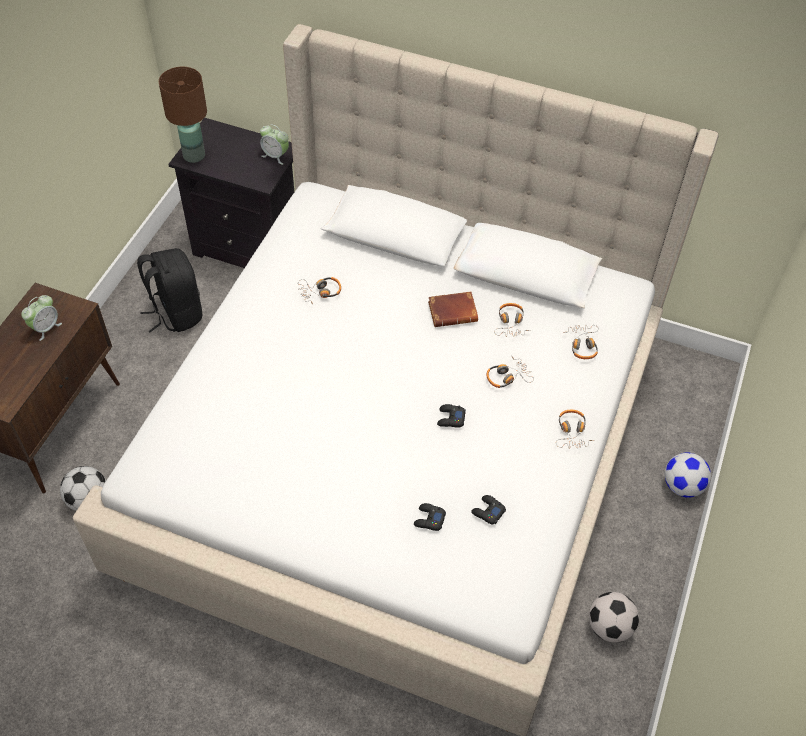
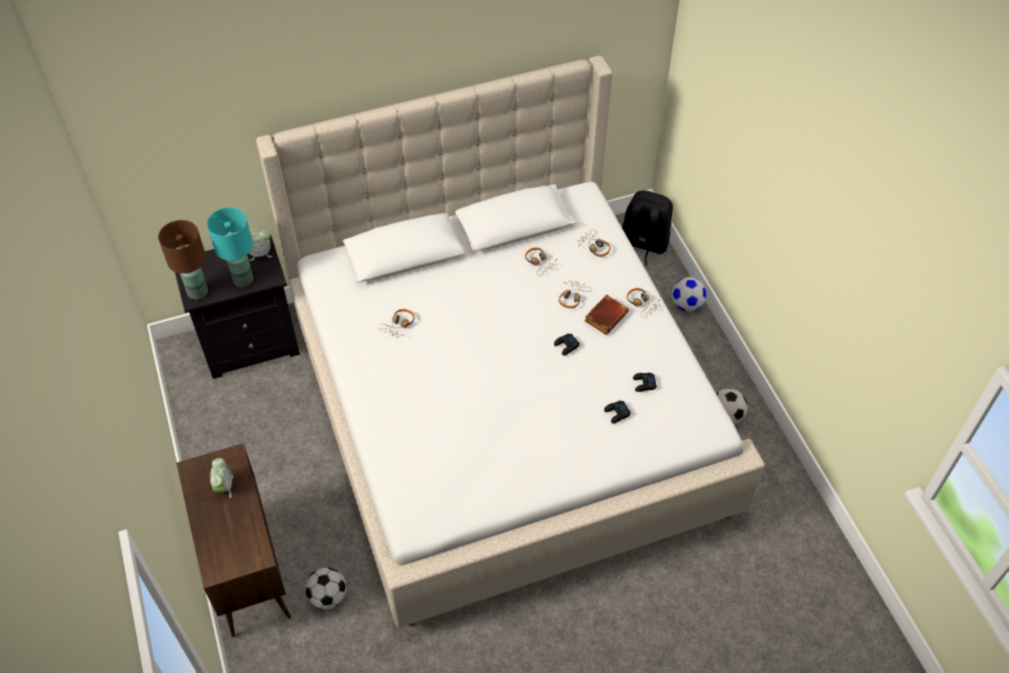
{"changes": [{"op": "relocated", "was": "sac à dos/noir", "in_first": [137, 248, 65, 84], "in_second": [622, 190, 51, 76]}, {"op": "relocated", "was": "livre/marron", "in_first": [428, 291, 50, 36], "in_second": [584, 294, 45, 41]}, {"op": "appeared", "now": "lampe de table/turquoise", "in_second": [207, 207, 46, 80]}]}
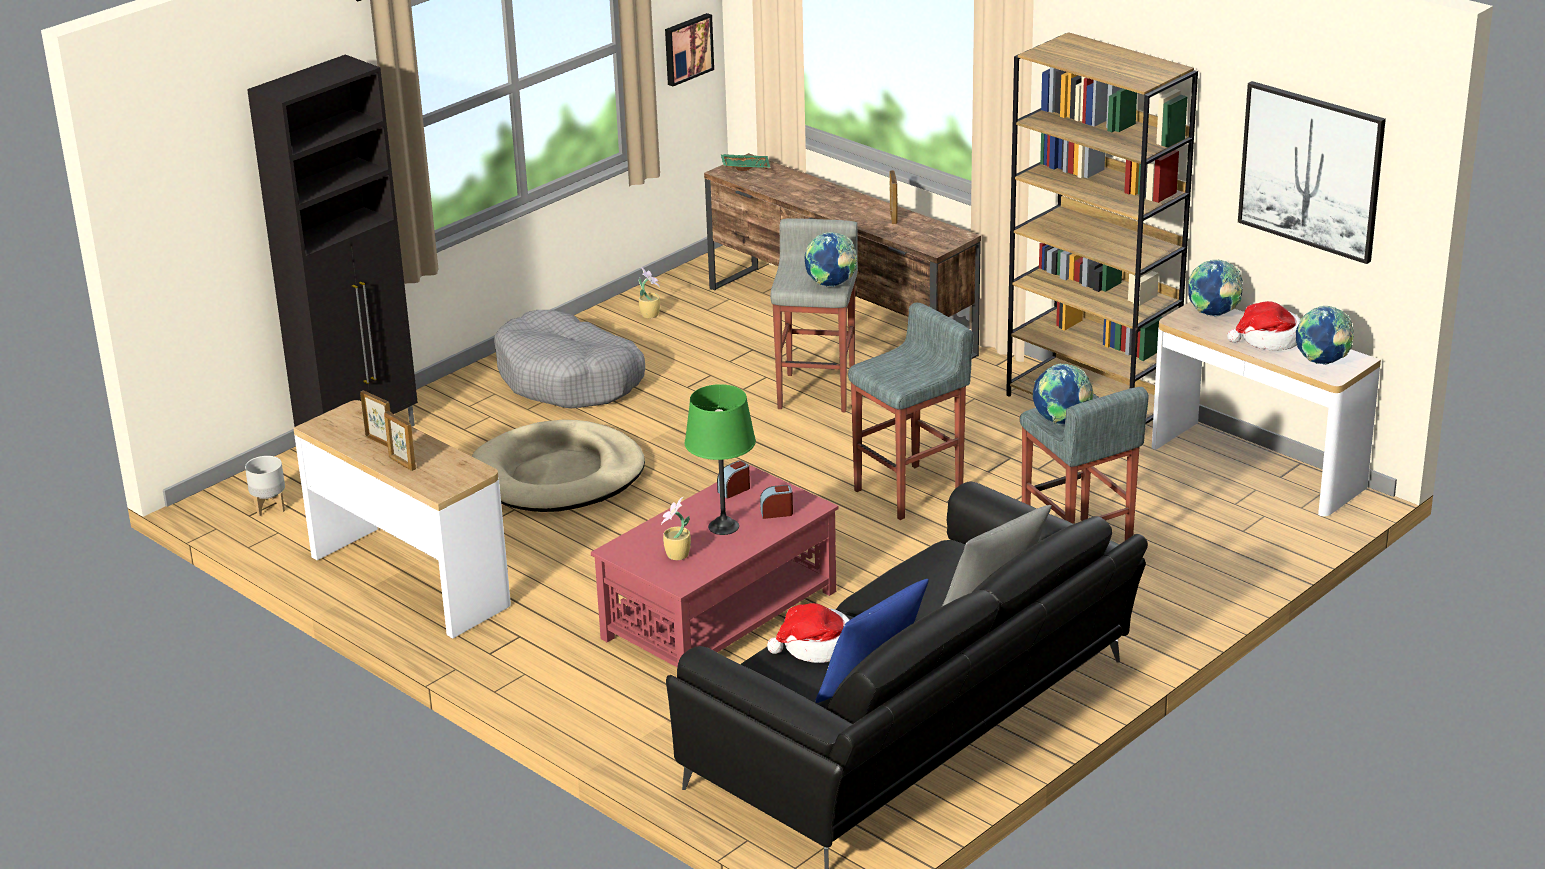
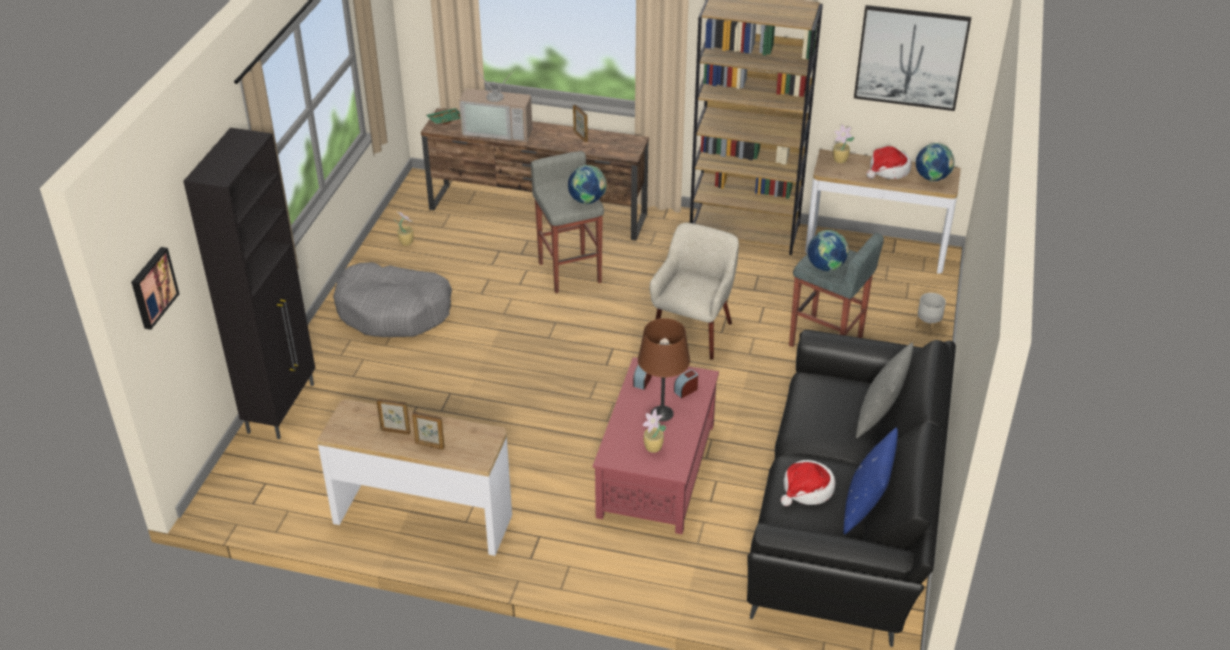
{"changes": [{"op": "relocated", "was": "tableau", "in_first": [665, 13, 49, 73], "in_second": [131, 247, 48, 83]}, {"op": "exchanged", "was": "globe", "now": "plante en pot", "in_first": [1189, 260, 54, 57], "in_second": [833, 124, 22, 39]}, {"op": "exchanged", "was": "tabouret/gris", "now": "fauteuil/beige", "in_first": [848, 302, 126, 218], "in_second": [650, 223, 89, 137]}, {"op": "colour", "was": "lampe de table/vert", "now": "lampe de table/marron", "in_first": [685, 384, 71, 151], "in_second": [638, 318, 52, 103]}, {"op": "missing", "was": "panier pour chien/beige", "in_first": [472, 420, 173, 92]}, {"op": "relocated", "was": "cache-pot/gris", "in_first": [245, 456, 40, 60], "in_second": [916, 293, 30, 42]}, {"op": "appeared", "now": "téléviseur", "in_second": [459, 66, 74, 76]}]}
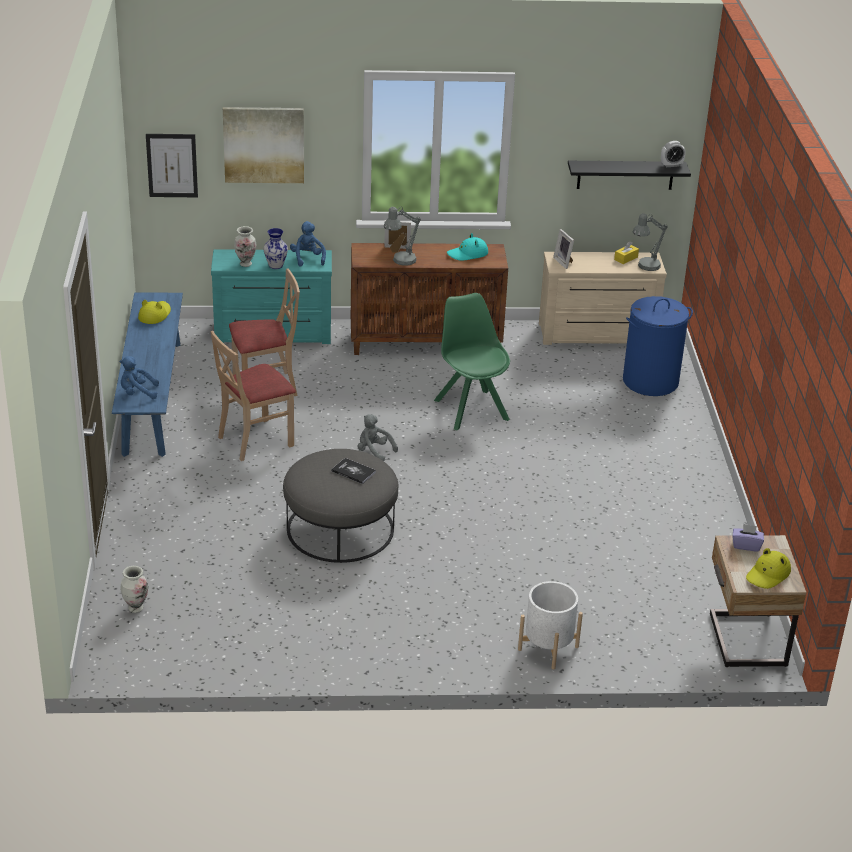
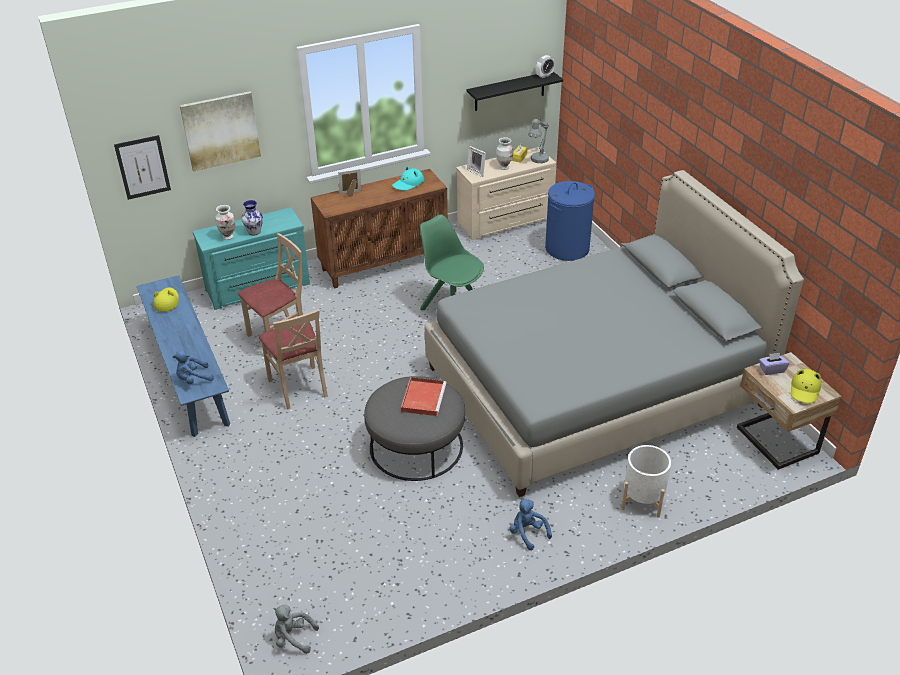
{"changes": [{"op": "missing", "was": "lampe de table/gris", "in_first": [384, 207, 37, 59]}, {"op": "relocated", "was": "peluche/bleu", "in_first": [290, 221, 36, 46], "in_second": [509, 498, 43, 53]}, {"op": "spun", "was": "chaise/beige", "in_first": [210, 331, 86, 130], "in_second": [259, 309, 69, 100], "clockwise": -60}, {"op": "relocated", "was": "peluche/gris", "in_first": [357, 414, 41, 47], "in_second": [274, 605, 45, 49]}, {"op": "exchanged", "was": "livre", "now": "plateau/rouge", "in_first": [331, 458, 45, 26], "in_second": [401, 377, 46, 39]}, {"op": "relocated", "was": "vase", "in_first": [120, 566, 28, 47], "in_second": [496, 137, 18, 33]}, {"op": "appeared", "now": "lit/gris", "in_second": [425, 170, 379, 327]}]}
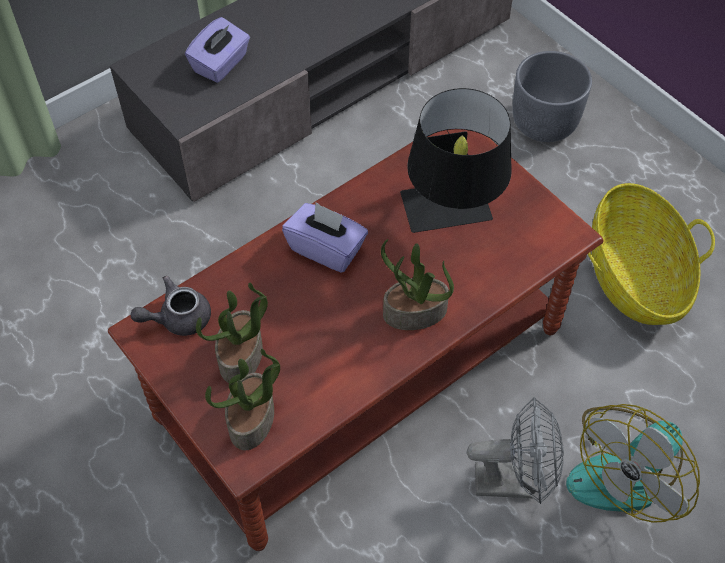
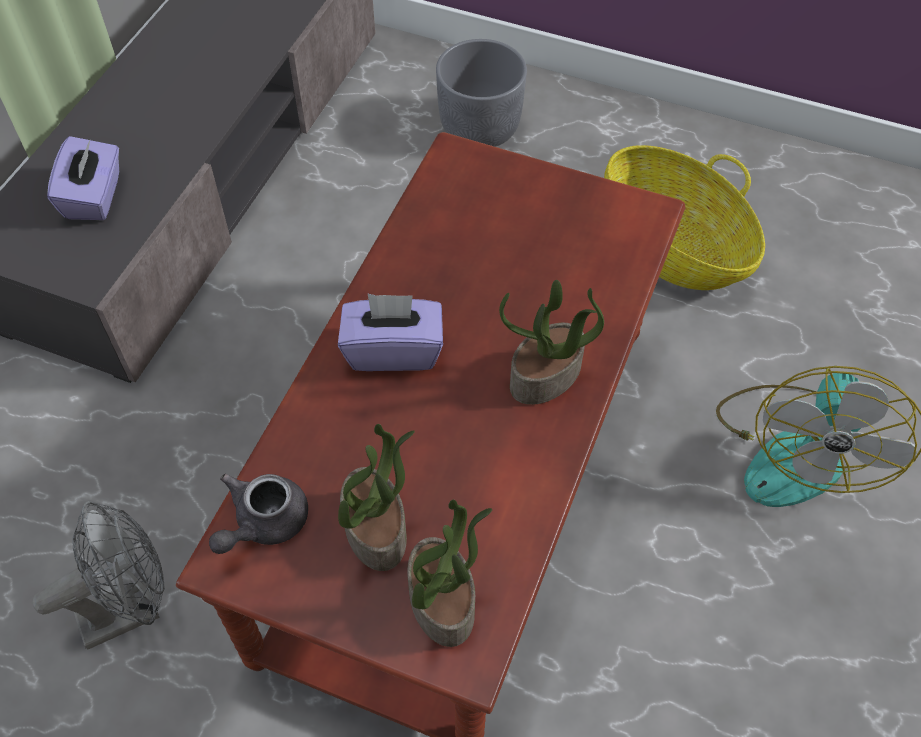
{"changes": [{"op": "missing", "was": "lampe de table/noir", "in_first": [400, 88, 112, 145]}, {"op": "relocated", "was": "ventilateur/gris", "in_first": [467, 397, 97, 107], "in_second": [33, 501, 132, 148]}]}
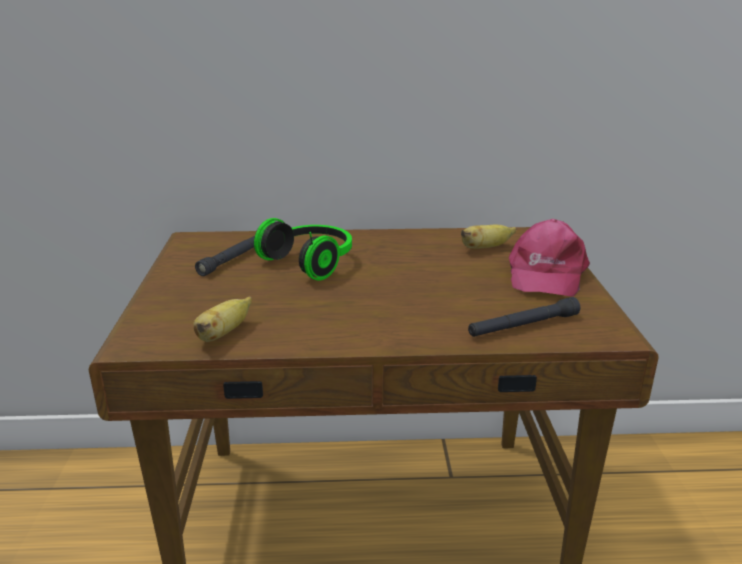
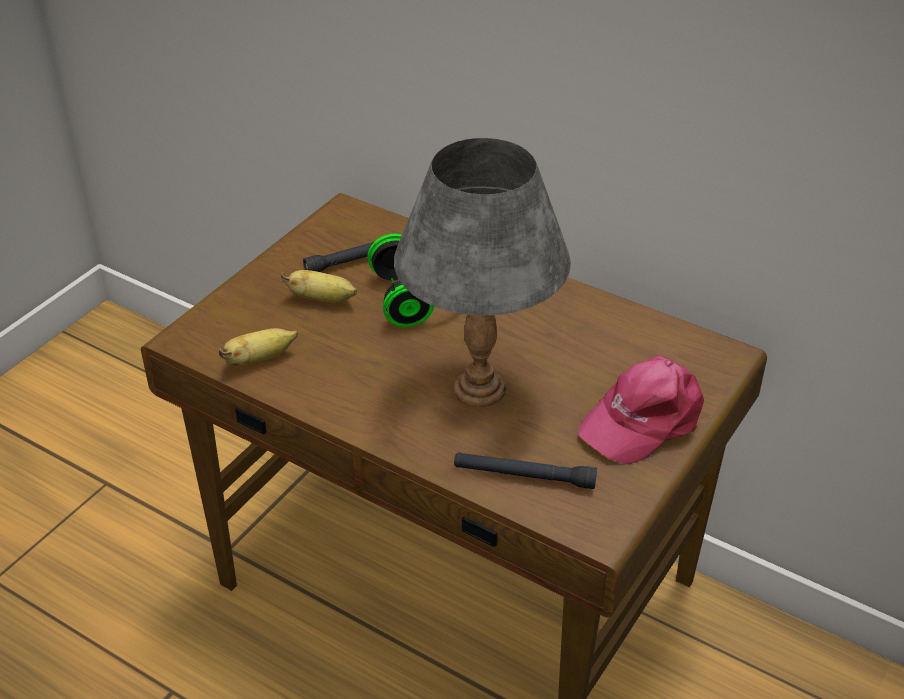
{"changes": [{"op": "relocated", "was": "banane", "in_first": [461, 225, 56, 24], "in_second": [281, 270, 76, 33]}, {"op": "appeared", "now": "lampe de table/gris", "in_second": [394, 138, 177, 269]}]}
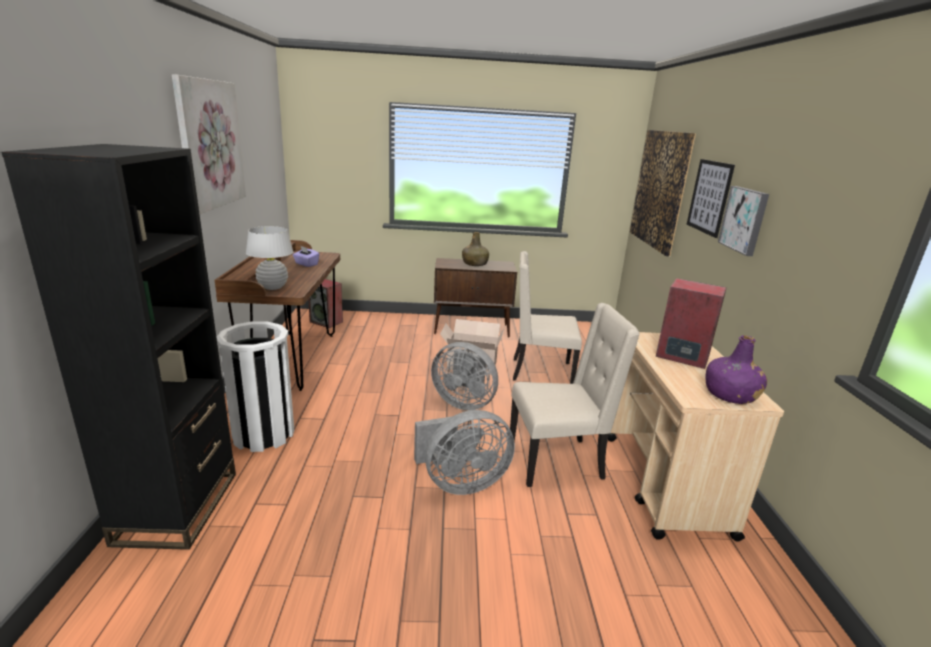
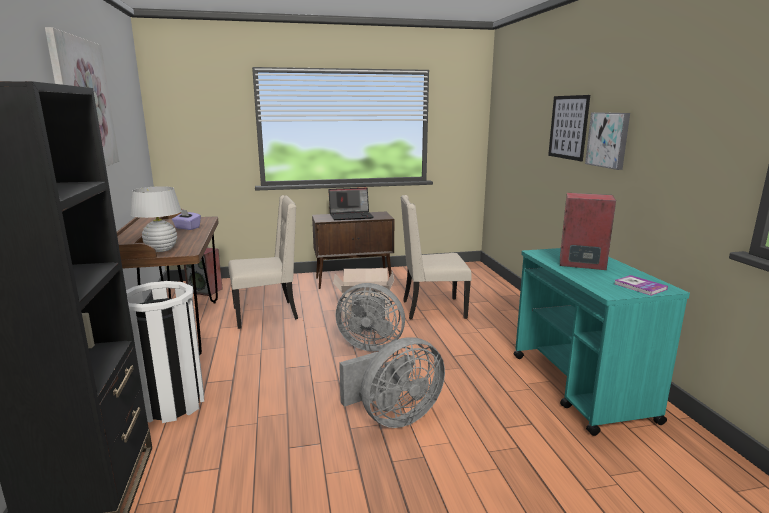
{"changes": [{"op": "missing", "was": "tableau", "in_first": [630, 130, 66, 126]}, {"op": "exchanged", "was": "bouteille/vert", "now": "ordinateur portable", "in_first": [462, 232, 27, 34], "in_second": [328, 188, 46, 32]}, {"op": "relocated", "was": "chaise/beige", "in_first": [510, 303, 130, 184], "in_second": [228, 195, 70, 134]}, {"op": "colour", "was": "chariot/beige", "now": "chariot/turquoise", "in_first": [608, 332, 176, 210], "in_second": [513, 248, 177, 188]}, {"op": "exchanged", "was": "bouteille/violet", "now": "livre", "in_first": [705, 335, 62, 69], "in_second": [615, 275, 53, 21]}]}
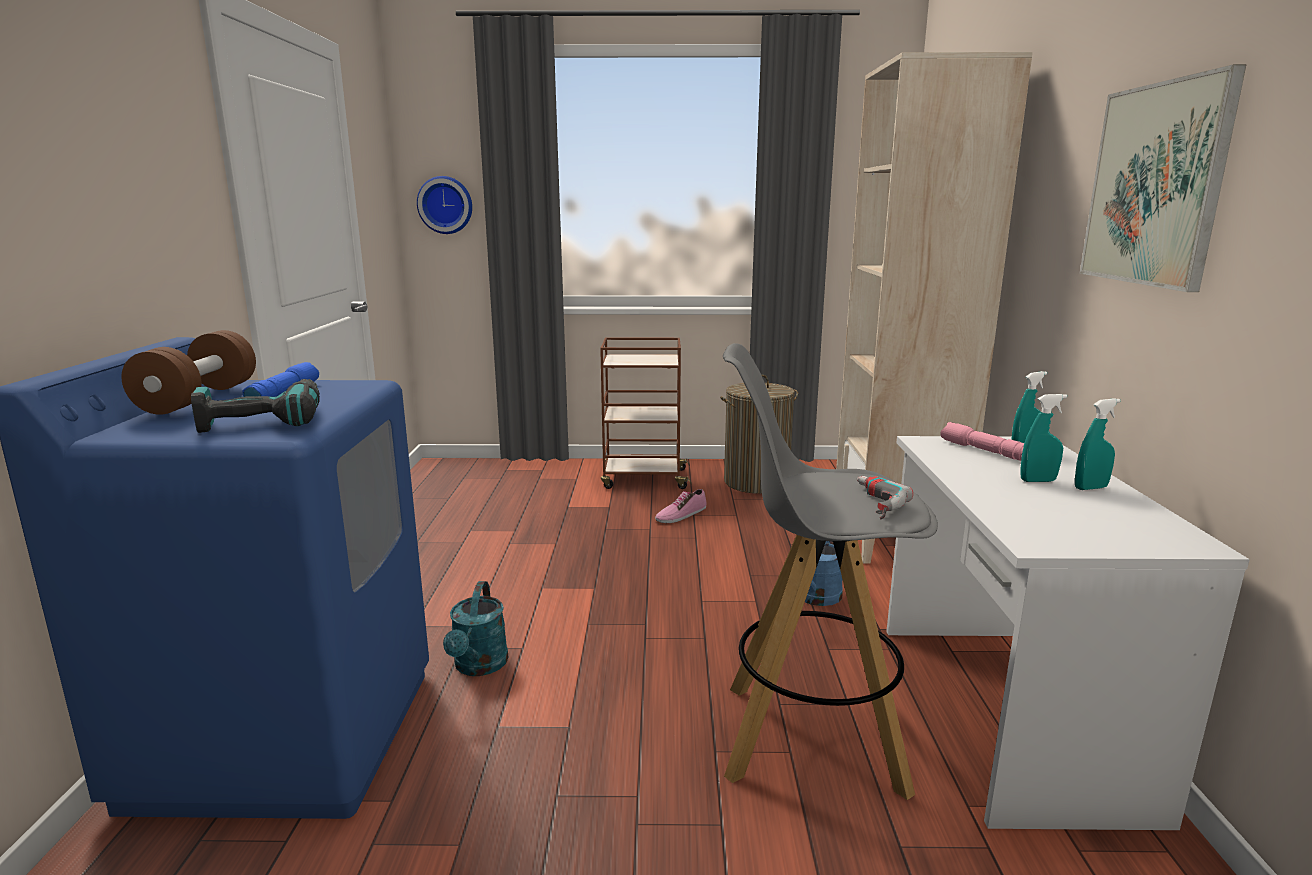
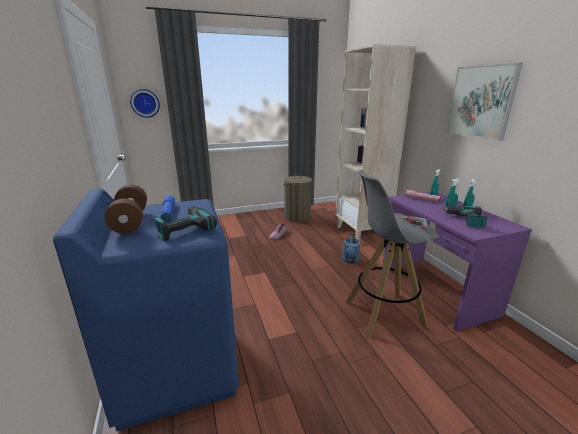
{"changes": [{"op": "missing", "was": "chariot/marron", "in_first": [600, 337, 91, 152]}, {"op": "colour", "was": "bureau/blanc", "now": "bureau/violet", "in_first": [886, 436, 364, 394], "in_second": [382, 192, 150, 139]}, {"op": "missing", "was": "arrosoir/turquoise", "in_first": [443, 581, 65, 95]}, {"op": "appeared", "now": "perceuse", "in_second": [442, 205, 45, 23]}]}
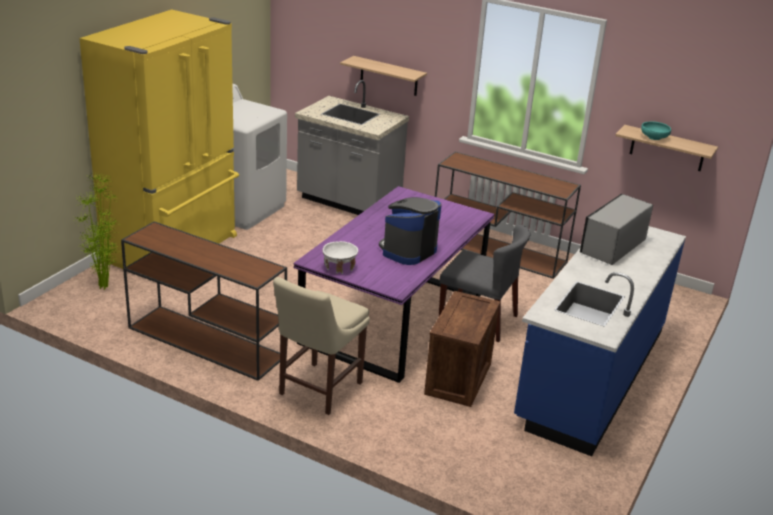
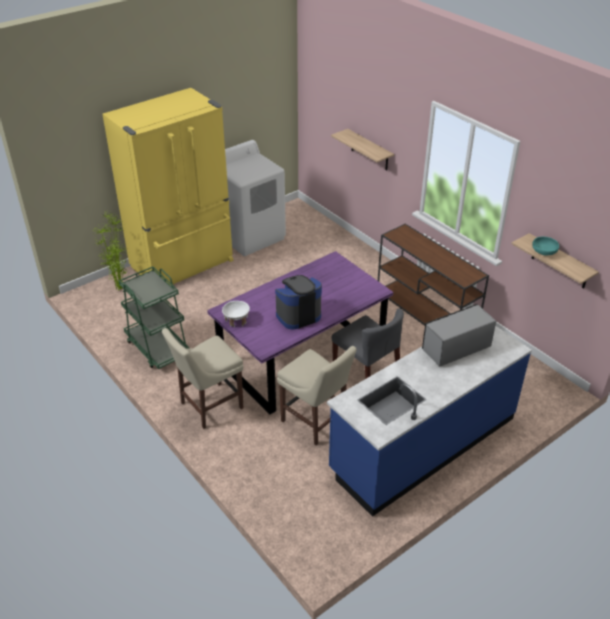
{"changes": [{"op": "missing", "was": "comptoir de cuisine/gris", "in_first": [295, 80, 114, 135]}, {"op": "exchanged", "was": "table console/marron", "now": "chariot/vert", "in_first": [121, 221, 166, 160], "in_second": [119, 266, 71, 103]}, {"op": "exchanged", "was": "caisse", "now": "chaise/beige", "in_first": [424, 291, 76, 116], "in_second": [277, 346, 80, 99]}]}
